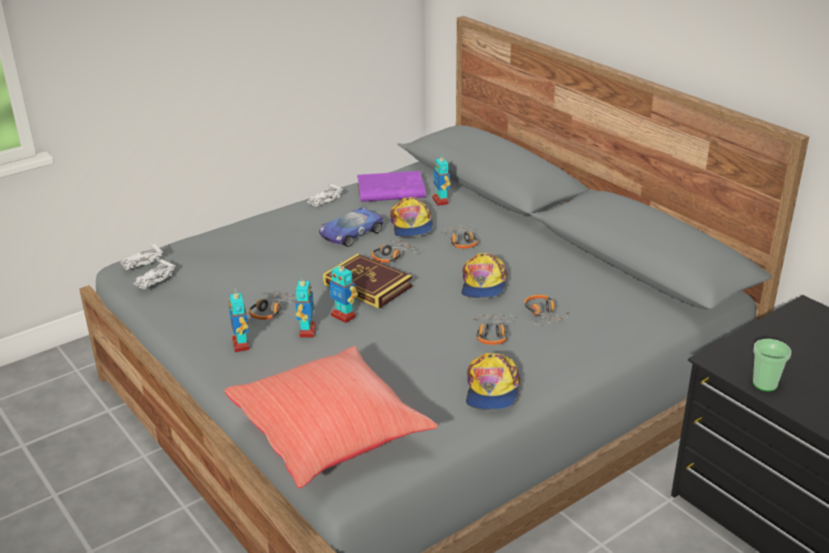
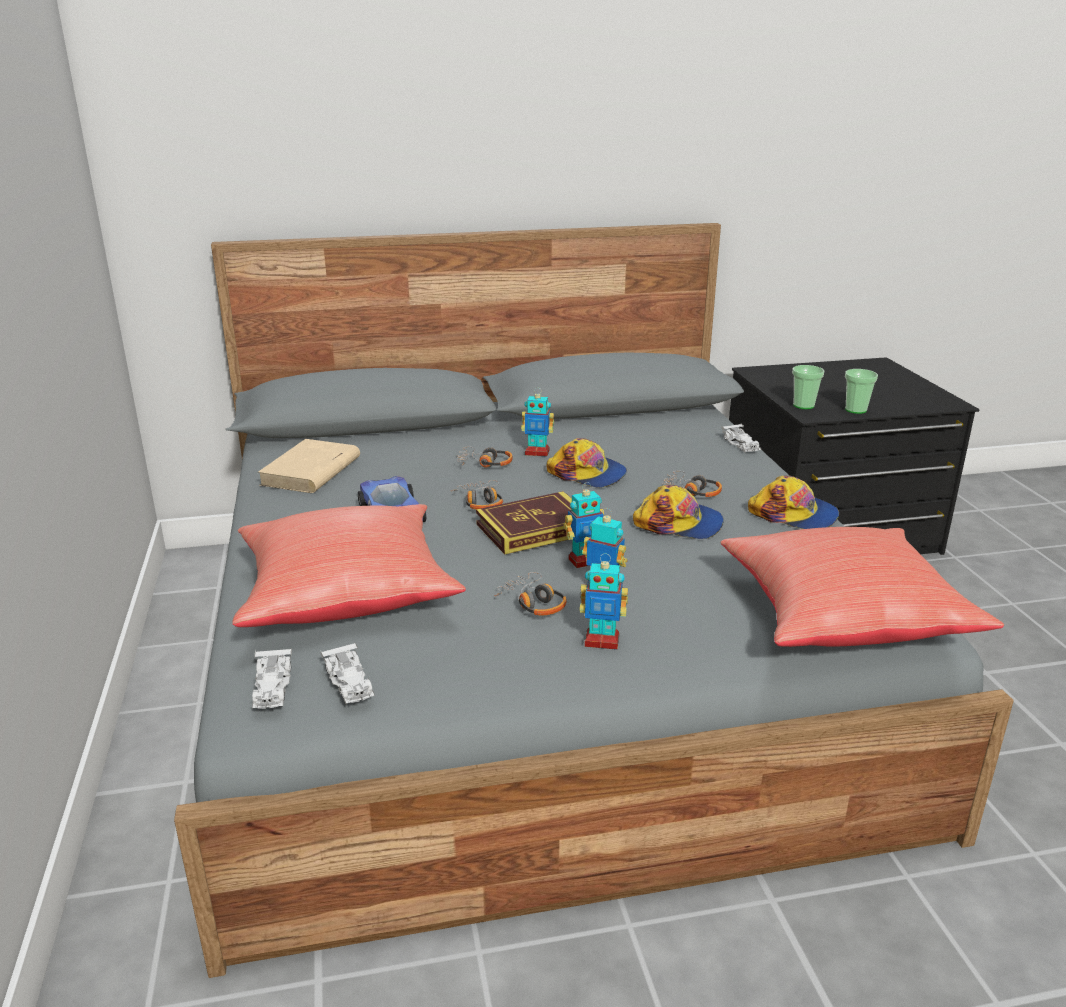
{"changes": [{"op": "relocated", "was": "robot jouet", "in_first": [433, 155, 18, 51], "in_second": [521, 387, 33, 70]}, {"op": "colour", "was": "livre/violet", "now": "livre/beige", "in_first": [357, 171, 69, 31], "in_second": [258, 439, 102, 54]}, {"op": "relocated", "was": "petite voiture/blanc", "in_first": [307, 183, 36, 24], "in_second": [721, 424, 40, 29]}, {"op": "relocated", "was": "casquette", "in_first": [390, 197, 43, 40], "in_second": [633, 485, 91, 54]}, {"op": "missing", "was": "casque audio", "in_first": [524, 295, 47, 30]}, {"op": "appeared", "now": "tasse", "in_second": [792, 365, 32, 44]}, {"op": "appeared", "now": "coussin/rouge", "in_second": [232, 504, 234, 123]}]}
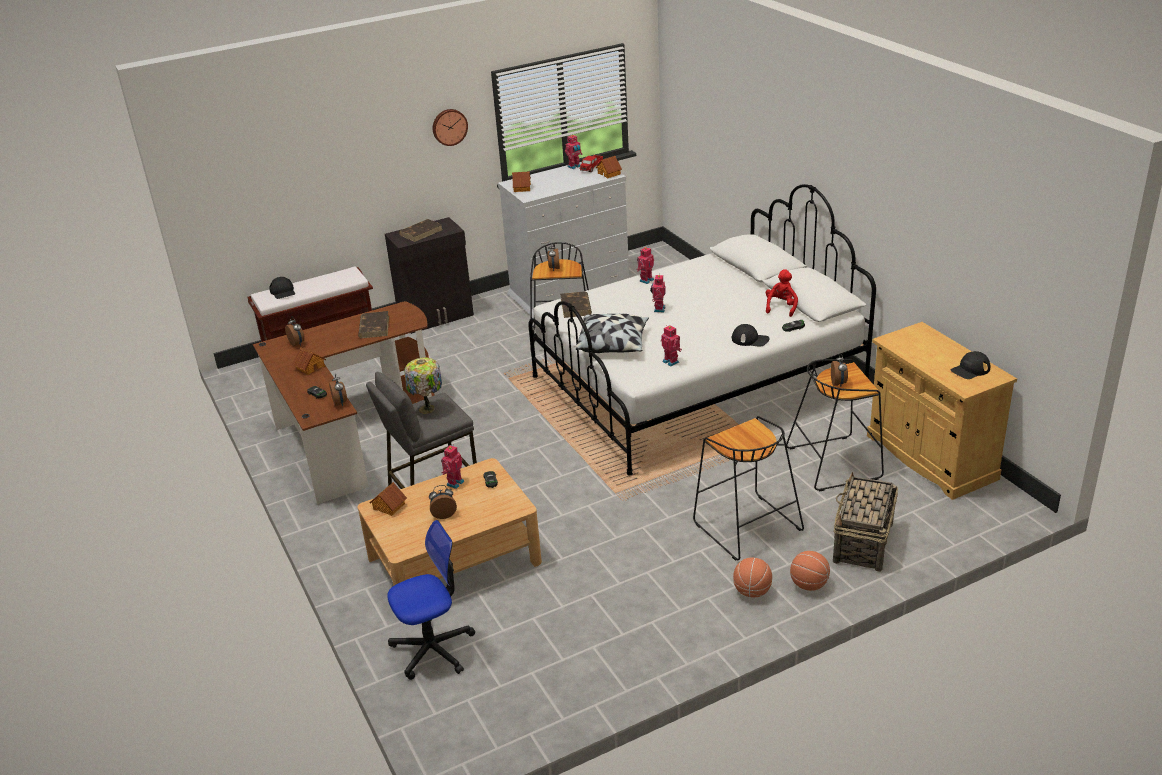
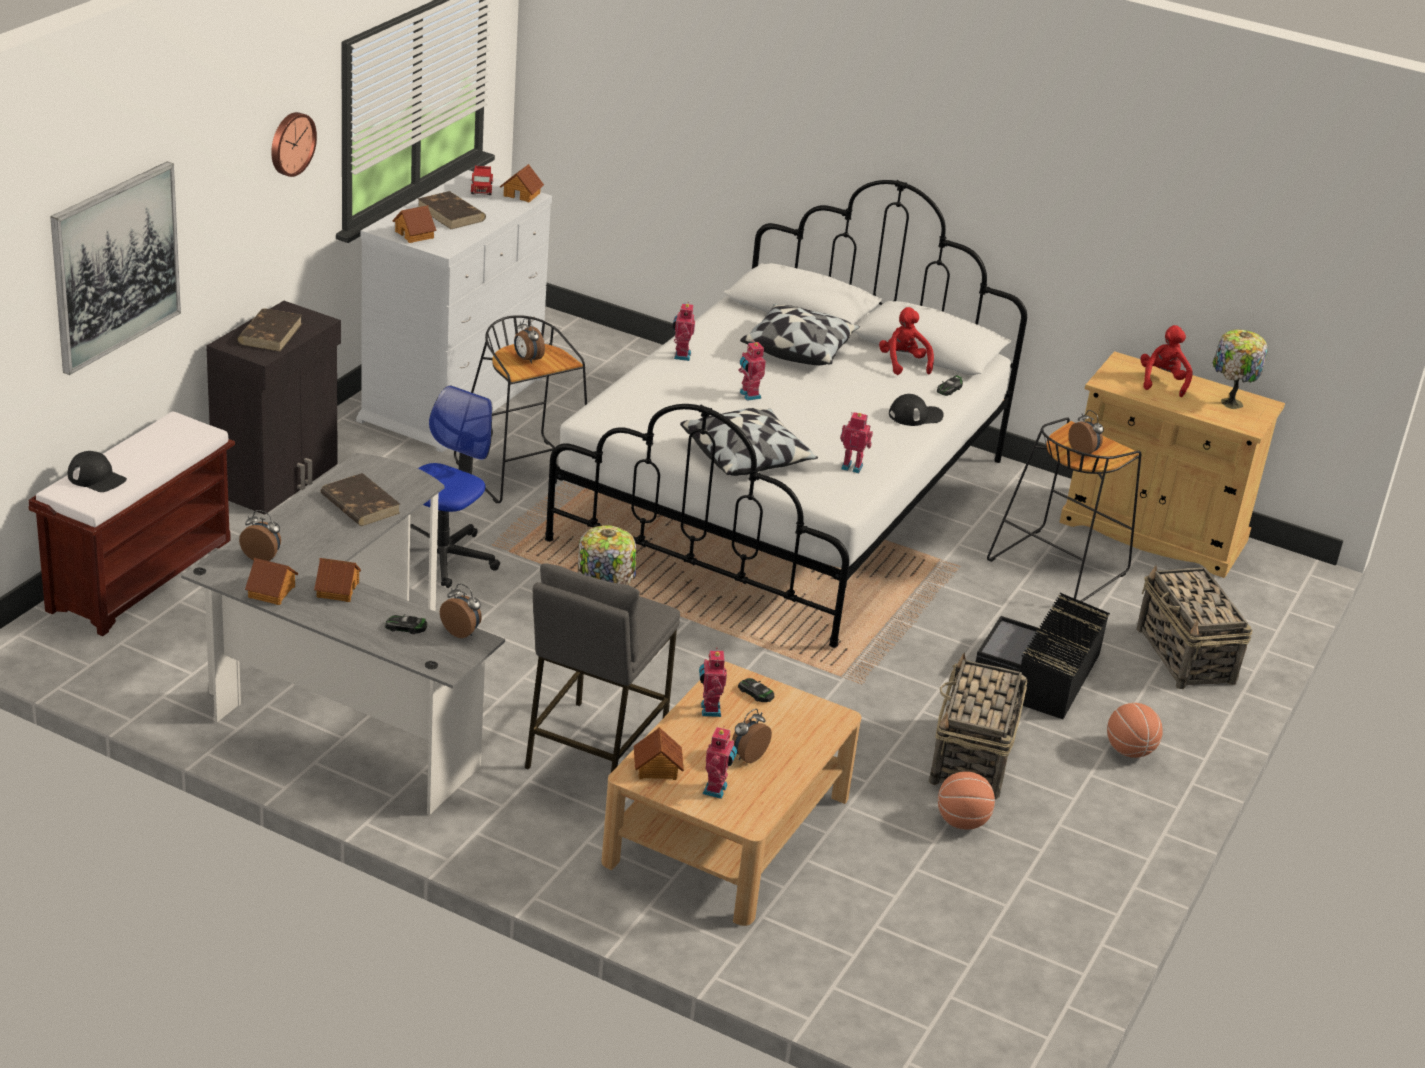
{"changes": [{"op": "relocated", "was": "robot jouet", "in_first": [565, 134, 17, 35], "in_second": [702, 726, 35, 73]}, {"op": "relocated", "was": "livre/marron", "in_first": [560, 291, 32, 27], "in_second": [418, 191, 68, 38]}, {"op": "colour", "was": "bureau/marron", "now": "bureau/gris", "in_first": [253, 301, 182, 204], "in_second": [181, 453, 324, 362]}, {"op": "exchanged", "was": "casquette/noir", "now": "lampe de table", "in_first": [950, 351, 40, 28], "in_second": [1212, 329, 56, 80]}, {"op": "exchanged", "was": "tabouret/noir", "now": "boîte de rangement/noir", "in_first": [693, 416, 111, 145], "in_second": [976, 593, 134, 126]}, {"op": "relocated", "was": "chaise de bureau", "in_first": [387, 520, 88, 160], "in_second": [410, 386, 90, 202]}, {"op": "relocated", "was": "ballon de basket", "in_first": [790, 551, 40, 40], "in_second": [938, 771, 57, 59]}, {"op": "appeared", "now": "tableau", "in_second": [50, 161, 131, 214]}, {"op": "appeared", "now": "coussin", "in_second": [740, 304, 120, 61]}, {"op": "appeared", "now": "peluche/rouge", "in_second": [1140, 325, 53, 72]}, {"op": "appeared", "now": "maison miniature", "in_second": [245, 558, 53, 47]}, {"op": "appeared", "now": "panier", "in_second": [929, 653, 98, 146]}]}
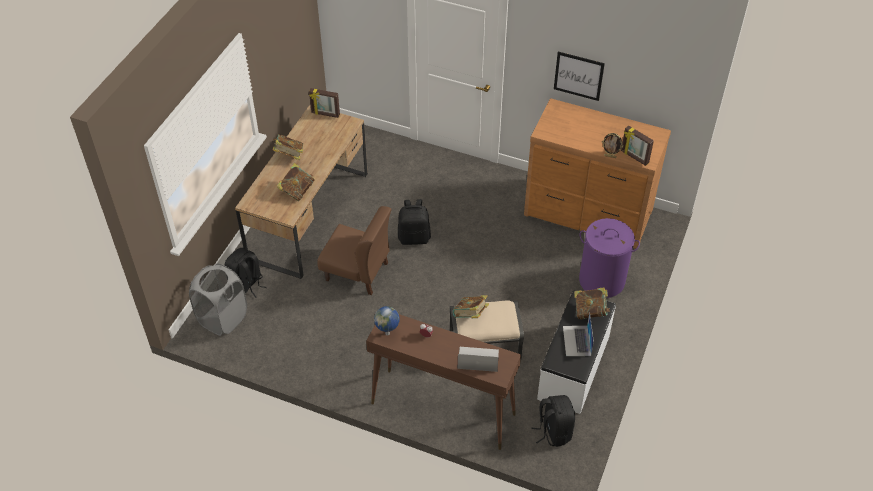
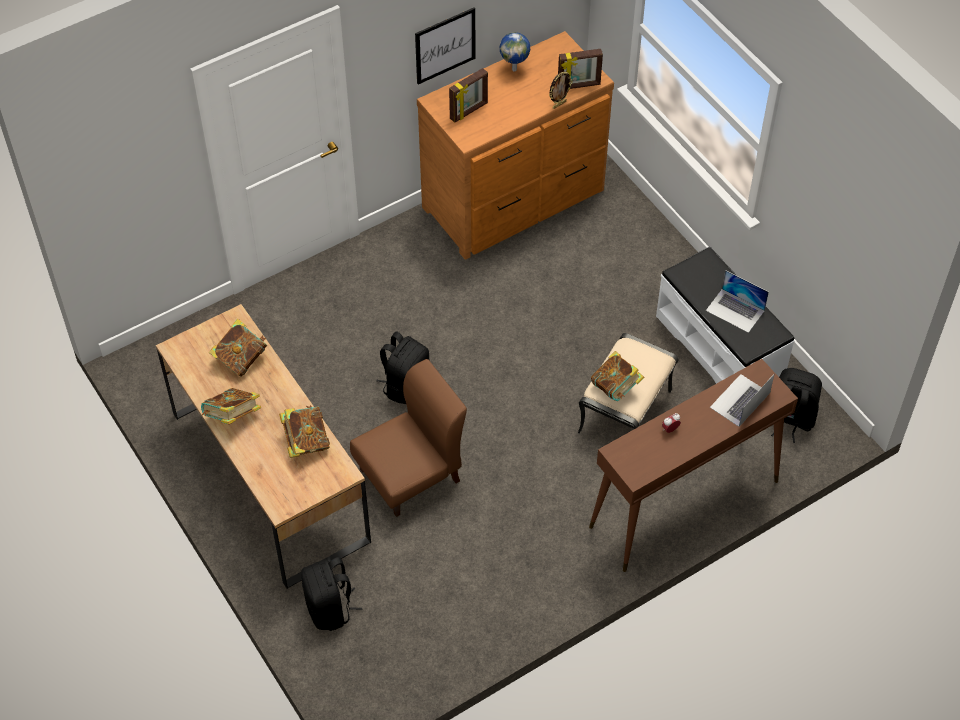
{"changes": [{"op": "relocated", "was": "cadre photo", "in_first": [309, 88, 31, 30], "in_second": [449, 68, 39, 55]}, {"op": "missing", "was": "panier à linge/violet", "in_first": [579, 218, 61, 80]}, {"op": "missing", "was": "panier à linge/gris", "in_first": [189, 263, 58, 73]}, {"op": "relocated", "was": "livre", "in_first": [574, 287, 36, 32], "in_second": [209, 319, 58, 58]}, {"op": "relocated", "was": "globe", "in_first": [374, 306, 25, 29], "in_second": [500, 32, 30, 40]}]}
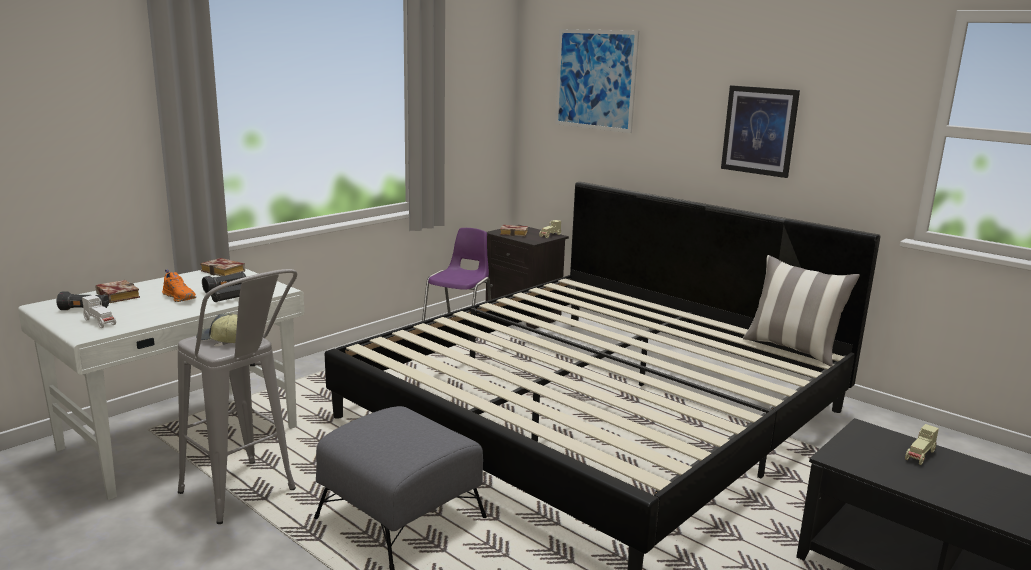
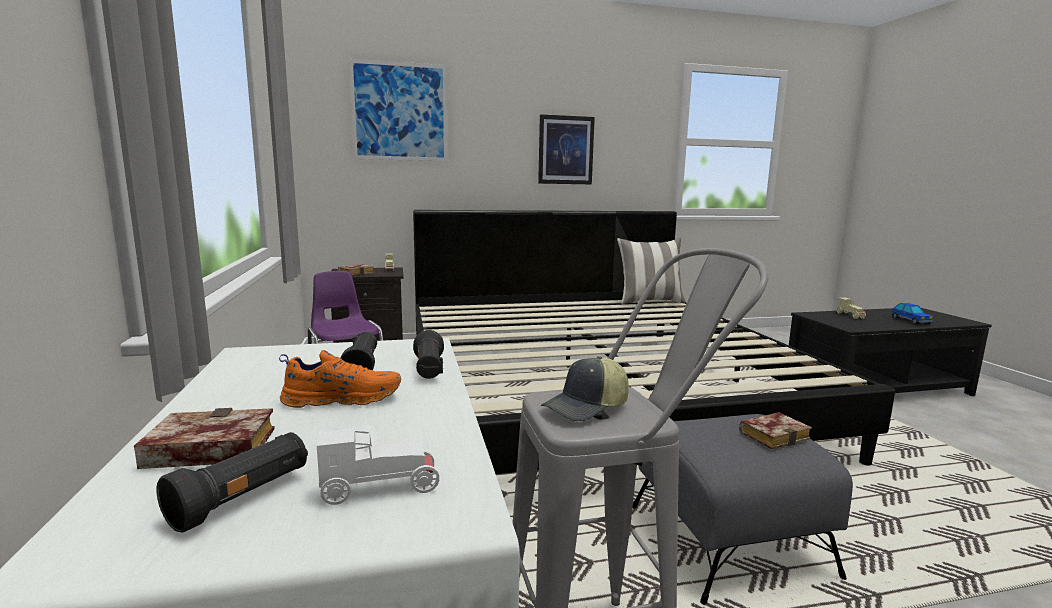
{"changes": [{"op": "relocated", "was": "livre", "in_first": [200, 258, 45, 18], "in_second": [739, 412, 73, 37]}, {"op": "appeared", "now": "petite voiture", "in_second": [891, 303, 42, 21]}]}
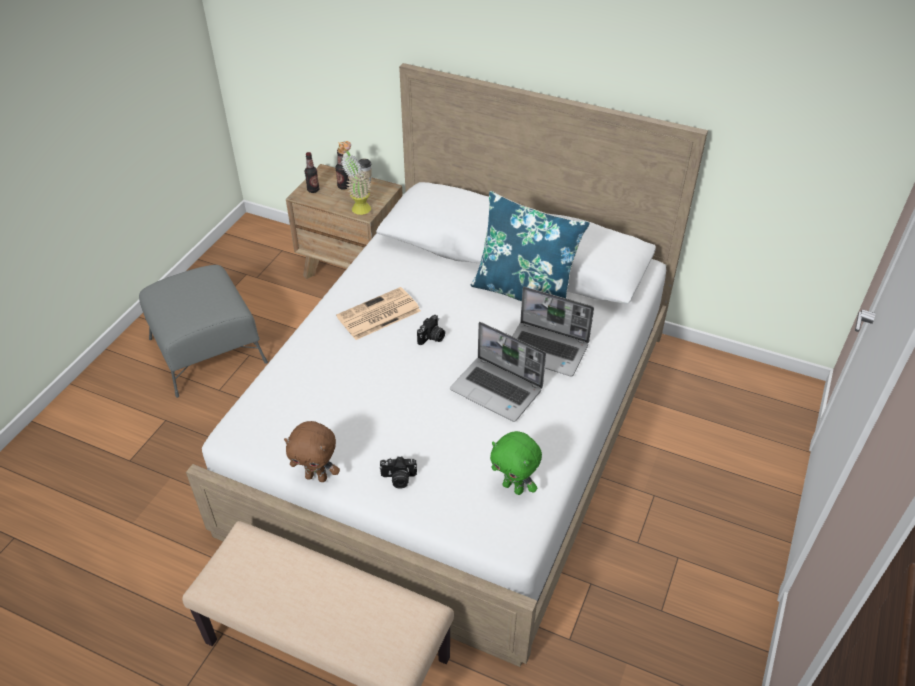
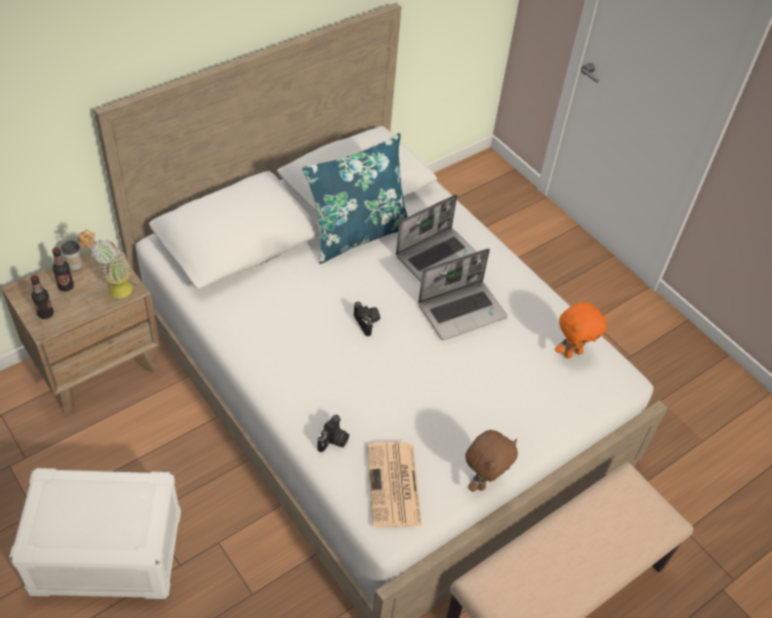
{"changes": [{"op": "exchanged", "was": "pouf/gris", "now": "boîte de rangement/blanc", "in_first": [139, 265, 129, 133], "in_second": [9, 468, 172, 131]}, {"op": "relocated", "was": "journal", "in_first": [336, 287, 85, 53], "in_second": [367, 442, 55, 85]}, {"op": "colour", "was": "peluche/vert", "now": "peluche/orange", "in_first": [490, 431, 52, 64], "in_second": [555, 302, 53, 56]}, {"op": "relocated", "was": "appareil photo", "in_first": [380, 456, 37, 32], "in_second": [317, 414, 32, 38]}]}
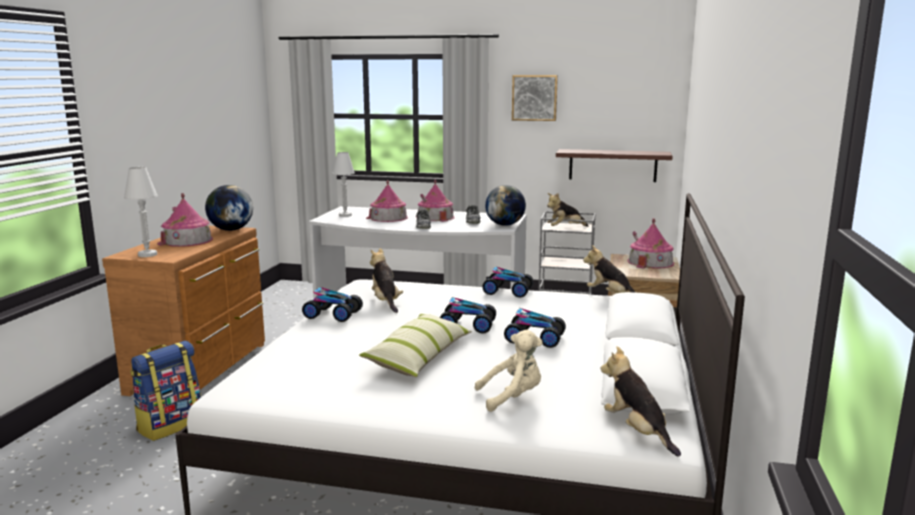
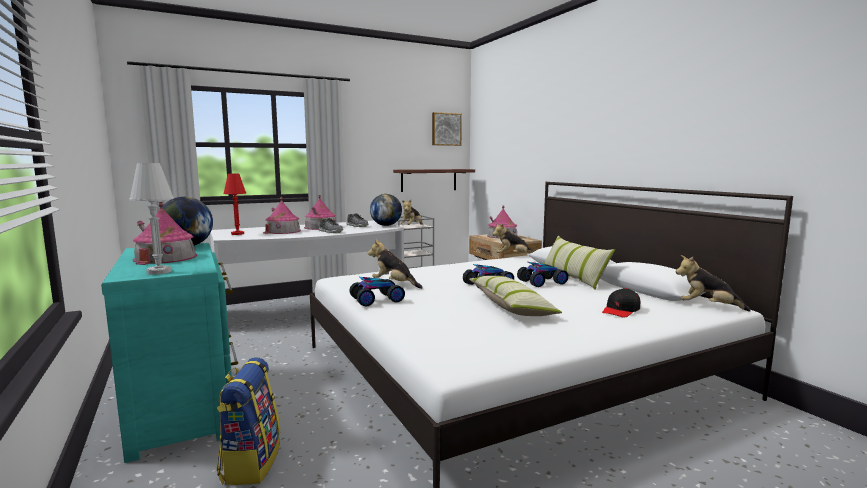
{"changes": [{"op": "relocated", "was": "tableau", "in_first": [512, 75, 46, 46], "in_second": [432, 112, 30, 34]}, {"op": "colour", "was": "lampe de table/blanc", "now": "lampe de table/rouge", "in_first": [332, 152, 23, 65], "in_second": [223, 174, 23, 61]}, {"op": "colour", "was": "commode/marron", "now": "commode/turquoise", "in_first": [102, 225, 163, 171], "in_second": [101, 243, 137, 220]}, {"op": "missing", "was": "petite voiture", "in_first": [482, 267, 51, 31]}, {"op": "exchanged", "was": "peluche/beige", "now": "casquette/noir", "in_first": [475, 330, 68, 82], "in_second": [602, 288, 38, 30]}, {"op": "appeared", "now": "coussin", "in_second": [544, 236, 71, 53]}]}
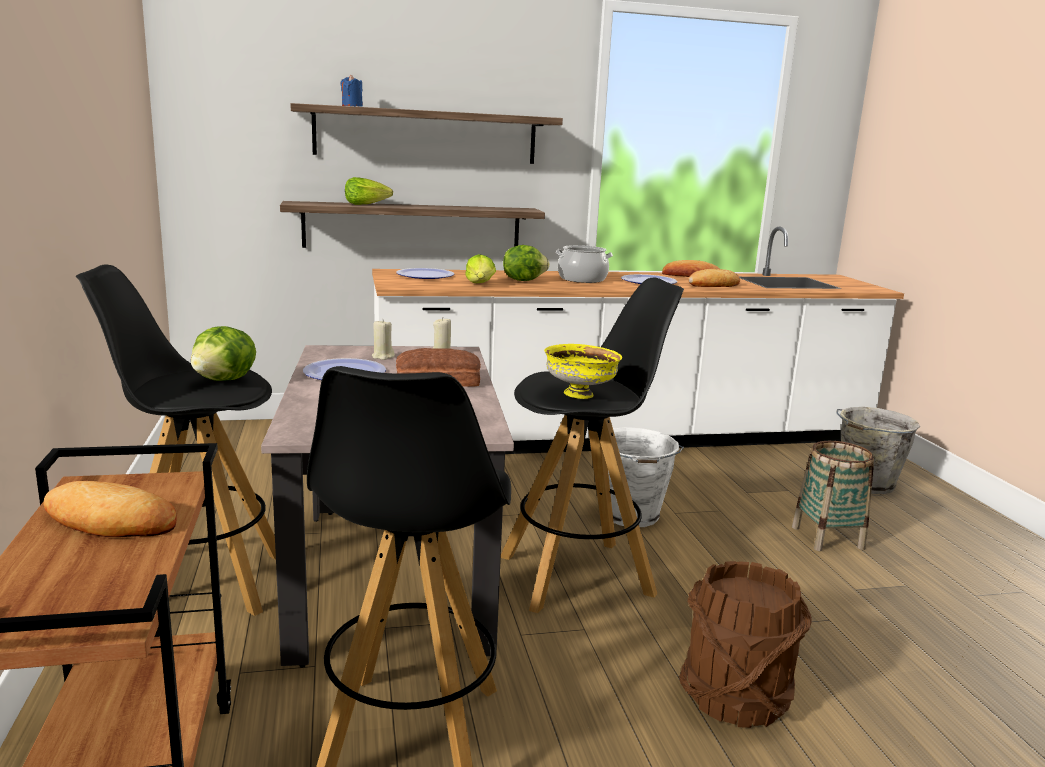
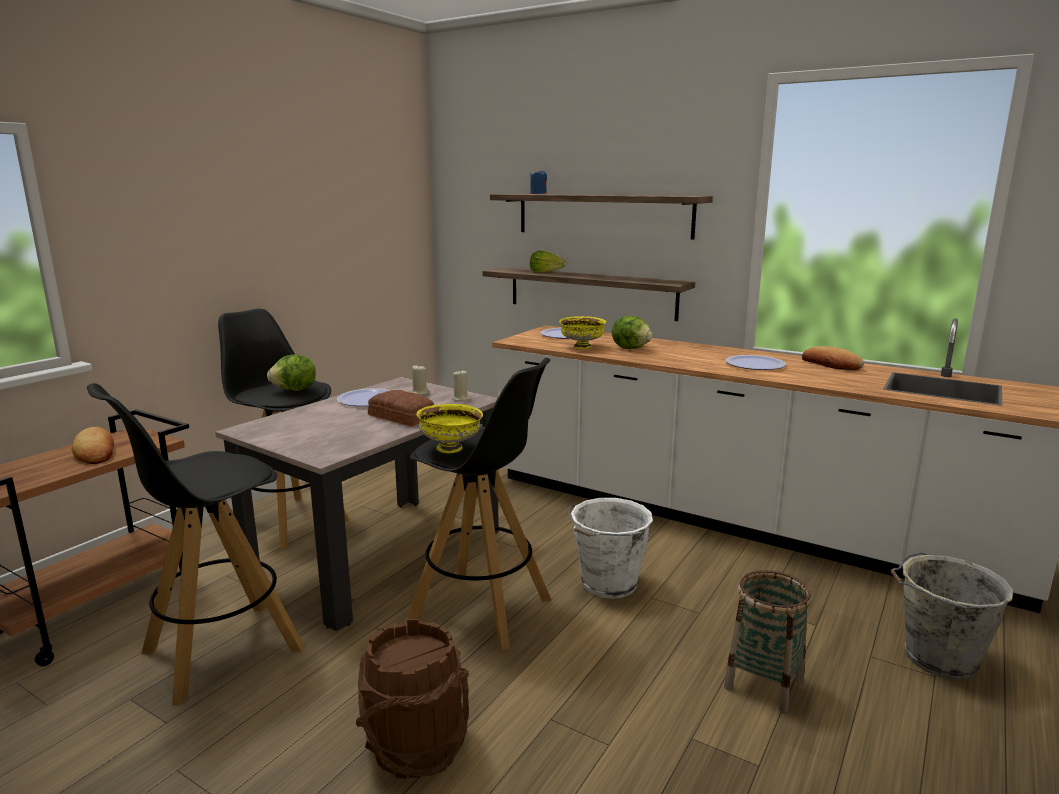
{"changes": [{"op": "missing", "was": "marmite", "in_first": [556, 245, 57, 38]}, {"op": "exchanged", "was": "laitue", "now": "bol/jaune", "in_first": [465, 254, 31, 29], "in_second": [559, 316, 47, 33]}, {"op": "missing", "was": "pain", "in_first": [688, 269, 52, 18]}]}
